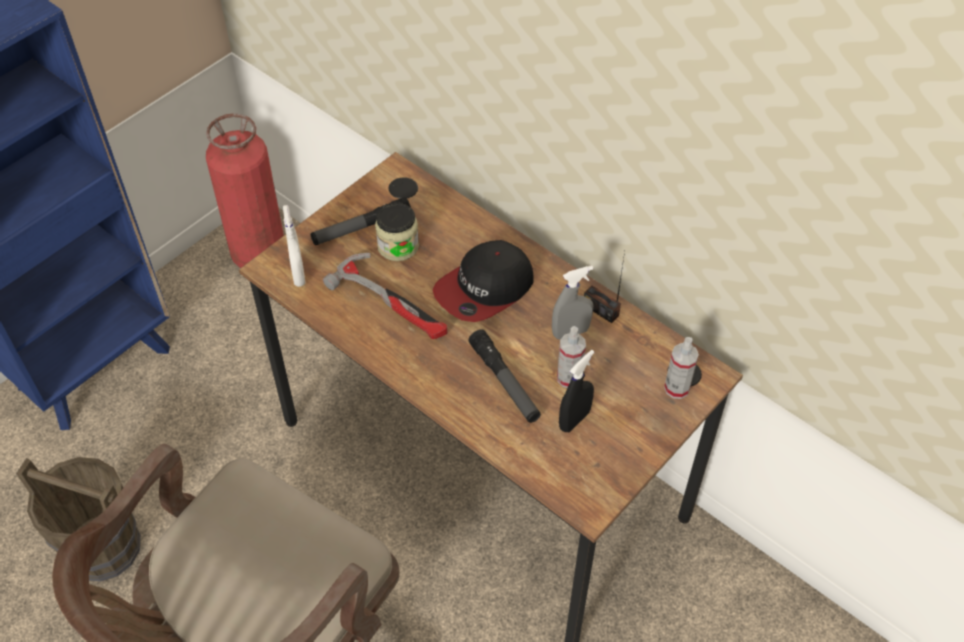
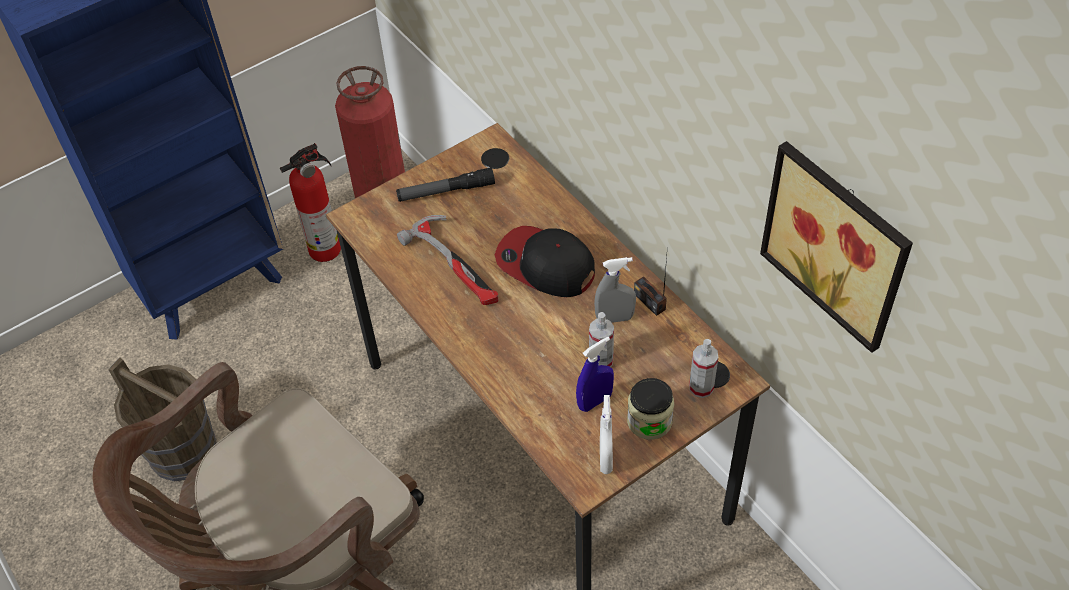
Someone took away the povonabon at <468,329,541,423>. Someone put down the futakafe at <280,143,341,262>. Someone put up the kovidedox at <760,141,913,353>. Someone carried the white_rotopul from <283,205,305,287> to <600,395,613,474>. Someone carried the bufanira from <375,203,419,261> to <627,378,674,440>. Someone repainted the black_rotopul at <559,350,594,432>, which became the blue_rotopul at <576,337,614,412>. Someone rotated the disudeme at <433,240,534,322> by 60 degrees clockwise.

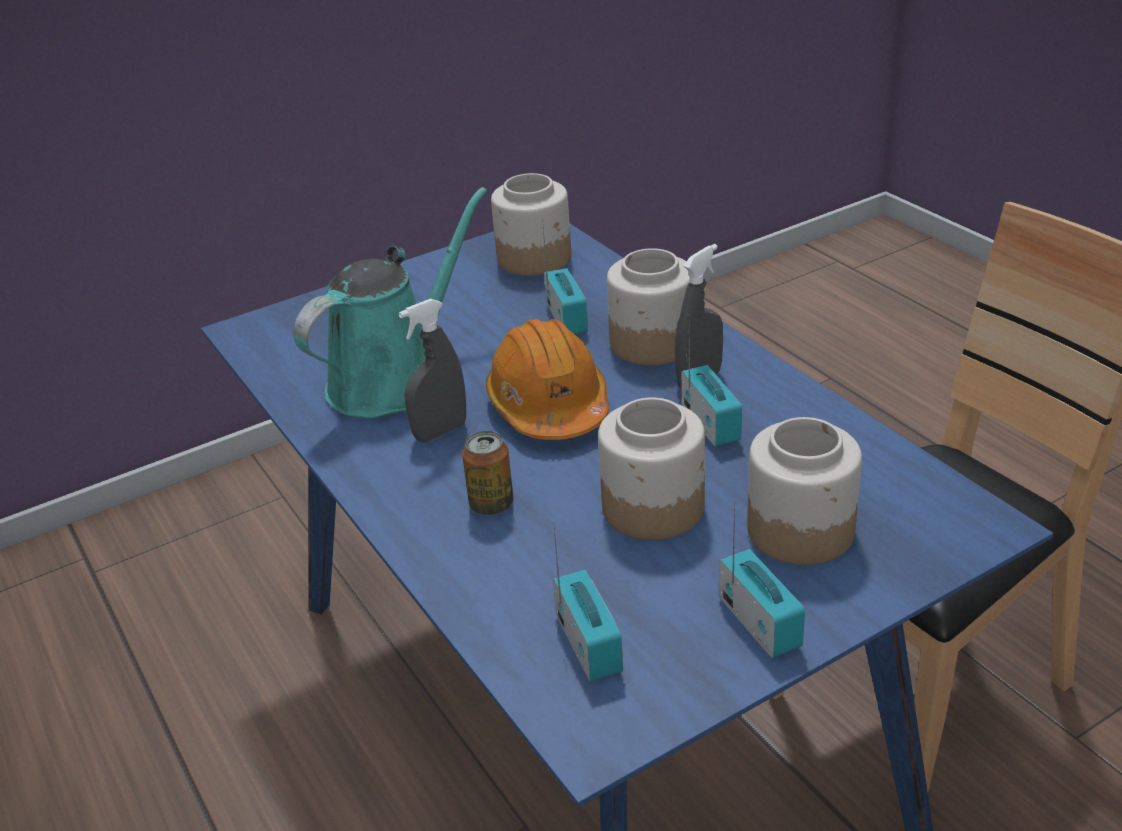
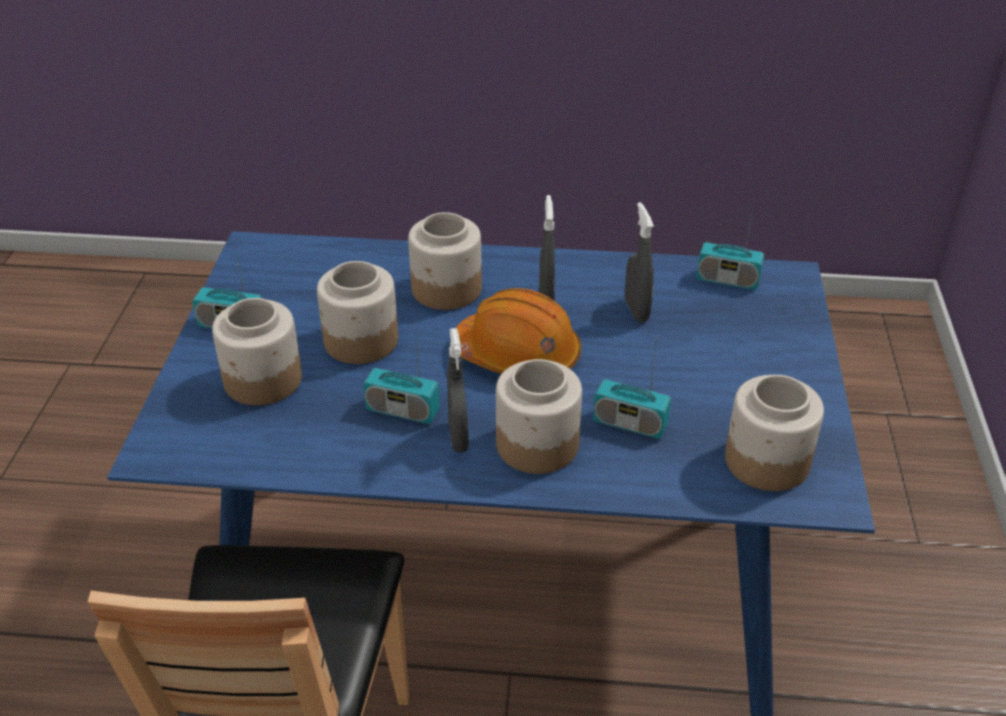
Someone carried the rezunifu from <553,521,623,682> to <696,198,764,290>. Someone swapped the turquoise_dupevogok at <293,187,487,418> for the grey_rotopul at <625,202,654,322>. Someone swapped the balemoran at <462,431,513,515> for the bufanira at <408,212,482,310>.

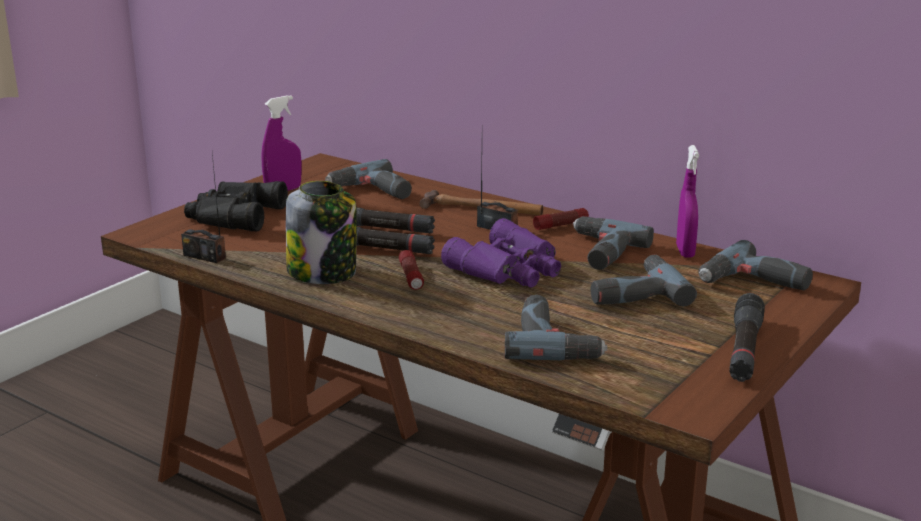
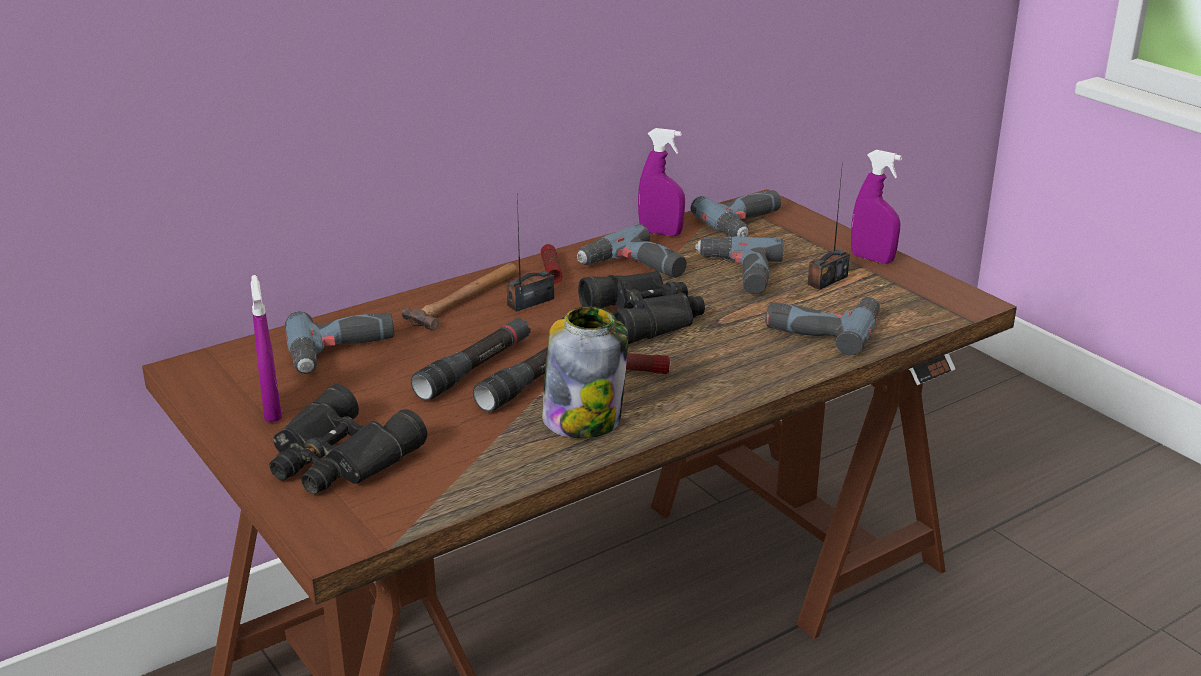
Someone carried the rezunifu from <181,154,226,263> to <808,162,850,290>. Someone swapped the black_povonabon at <729,293,765,382> for the purple_rotopul at <851,150,902,263>. Someone repainted the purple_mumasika at <441,218,561,288>, which became the black_mumasika at <578,271,705,344>.

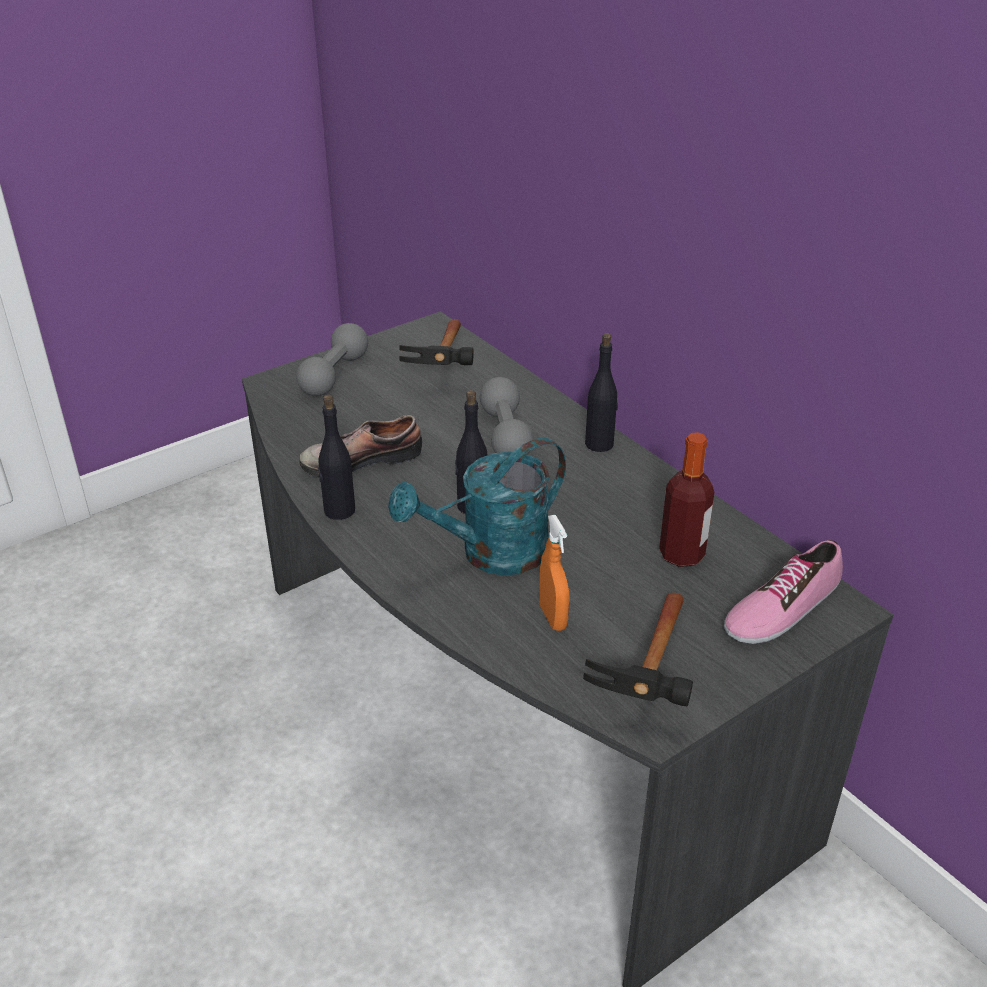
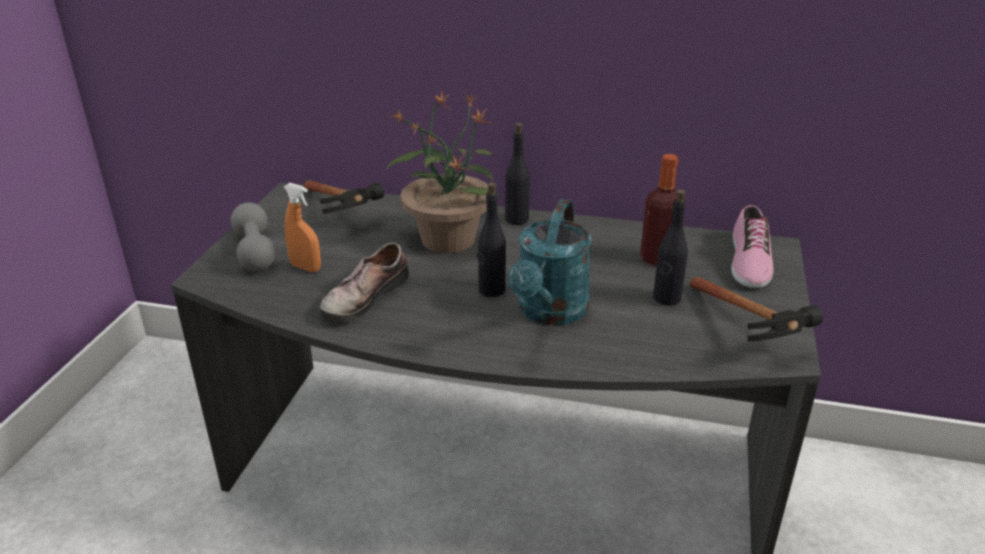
Someone carried the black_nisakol from <318,395,355,520> to <653,189,688,306>. Someone carried the orange_rotopul from <539,515,570,631> to <284,183,321,272>. Someone swapped the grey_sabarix at <480,377,534,454> for the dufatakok at <385,91,501,253>.

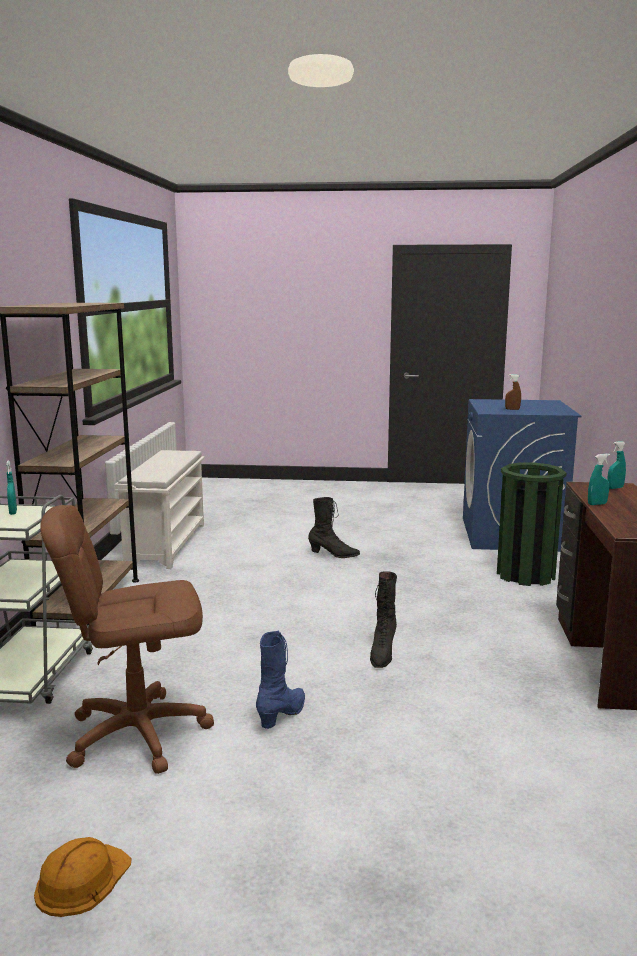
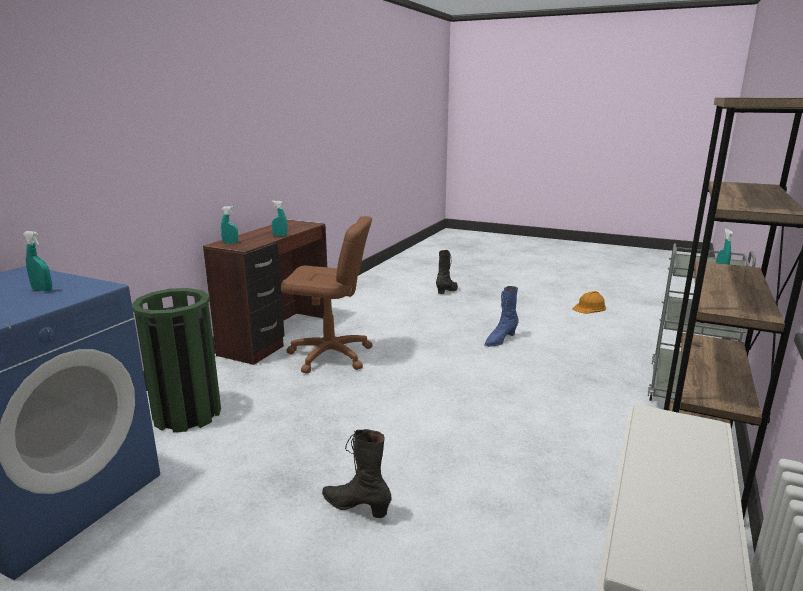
Someone carried the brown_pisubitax from <40,505,214,774> to <281,216,373,374>. Someone carried the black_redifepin from <370,571,397,668> to <436,250,458,294>. Someone repainted the brown_rotopul at <505,374,521,410>, which became the turquoise_rotopul at <23,231,52,291>.

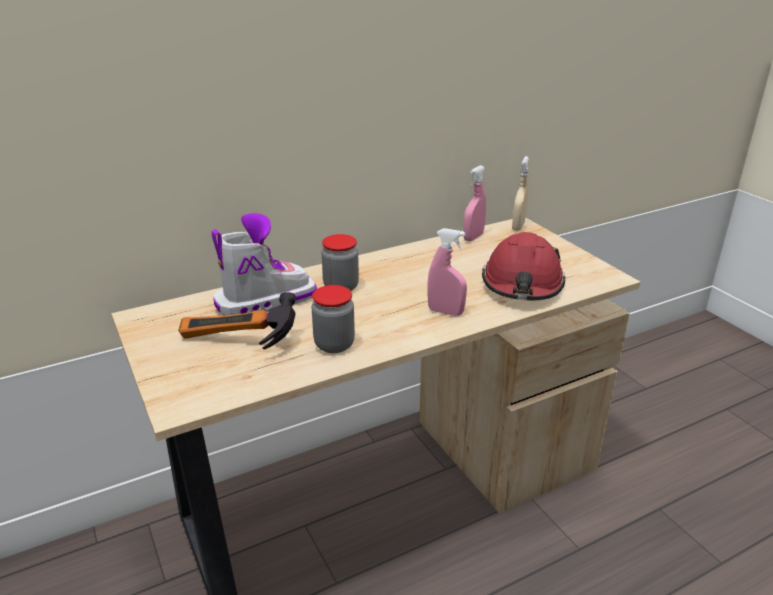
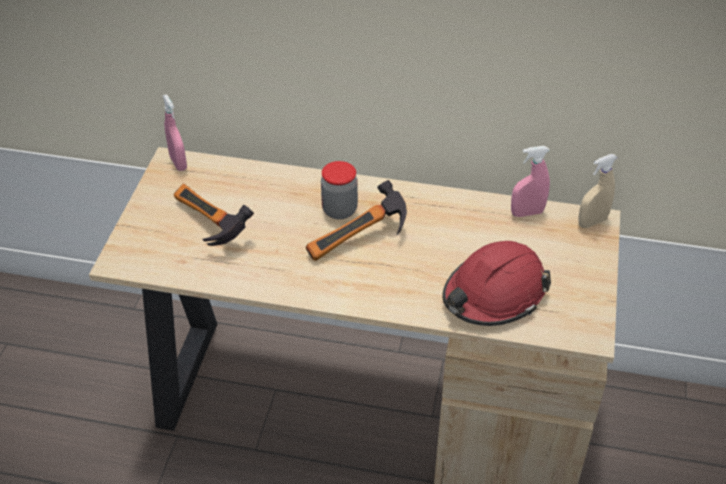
Someone took away the redifepin at <212,213,317,316>. Someone took away the bufanira at <311,285,355,353>. Someone put down the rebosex at <306,180,407,261>. Someone carried the pink_rotopul from <427,228,467,316> to <163,94,187,171>.

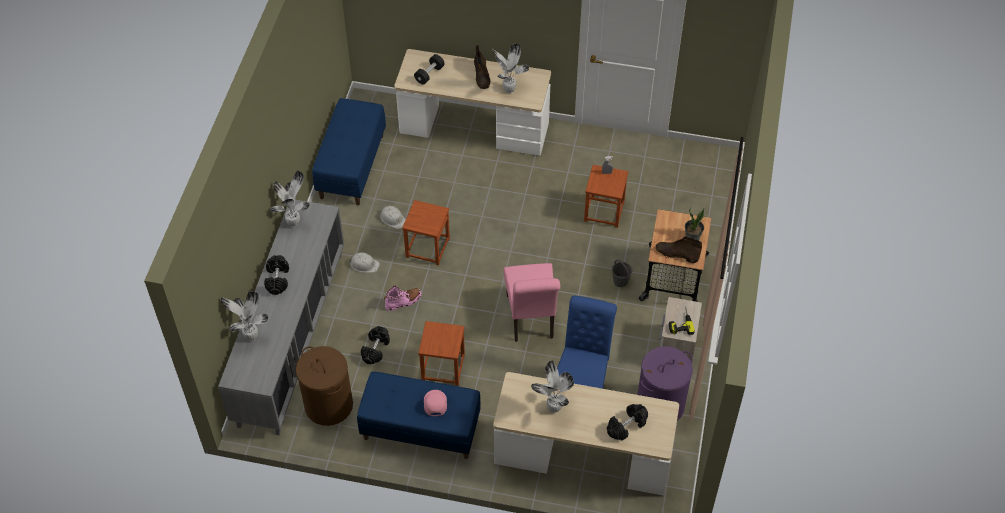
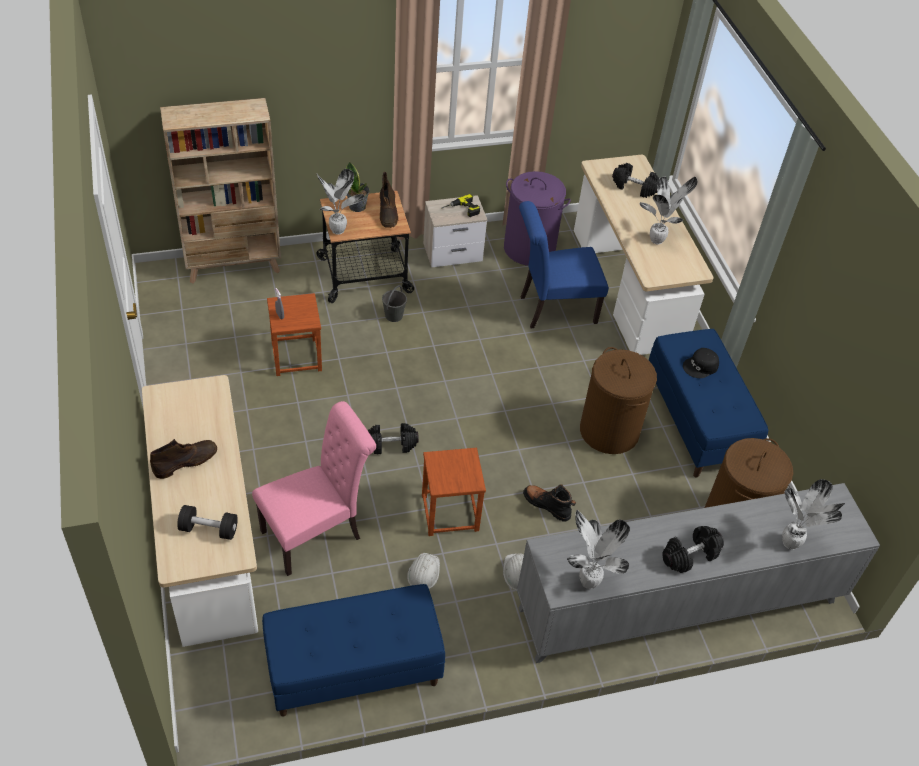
Someone put down the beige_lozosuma at <160,98,281,284>. Someone carried the black_sabarix from <361,326,390,364> to <368,423,419,454>. Someone carried the dufatakok from <492,43,529,93> to <317,169,364,235>. Someone carried the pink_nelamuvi from <504,263,560,342> to <252,401,376,576>. Someone swapped the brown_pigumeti at <418,321,465,386> for the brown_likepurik at <580,347,657,454>. Someone repainted the pink_redifepin at <383,285,422,311>, which became the black_redifepin at <523,484,576,521>. Someone repainted the pink_disudeme at <424,390,447,416>, which became the black_disudeme at <683,348,719,378>.

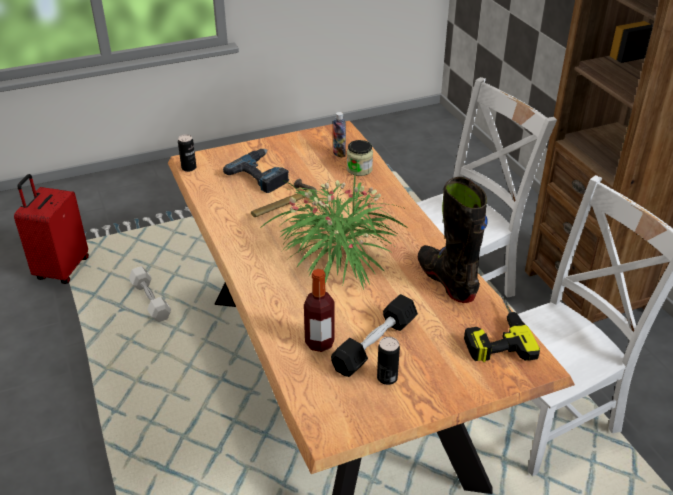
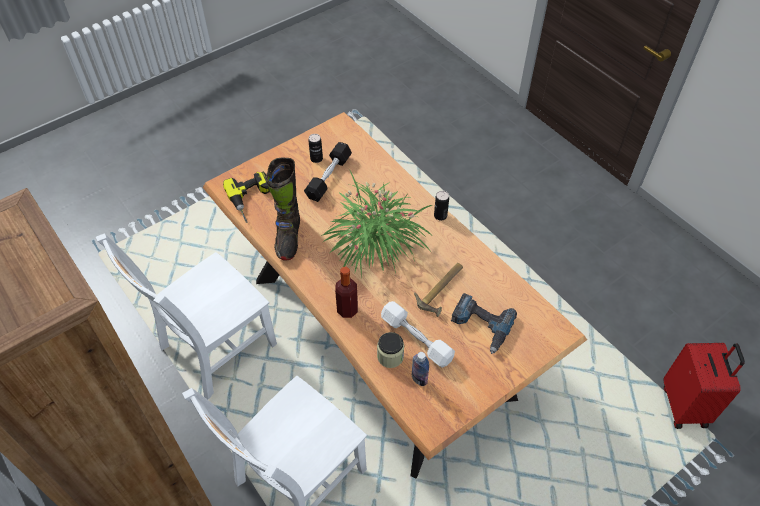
Someone carried the white_sabarix from <129,266,171,322> to <381,301,455,367>. Someone carried the balemoran from <178,134,196,172> to <434,191,449,220>. Someone carried the nisakol from <304,269,334,352> to <335,267,358,318>. Someone rotated the black_redifepin at <418,177,488,303> by 45 degrees clockwise.

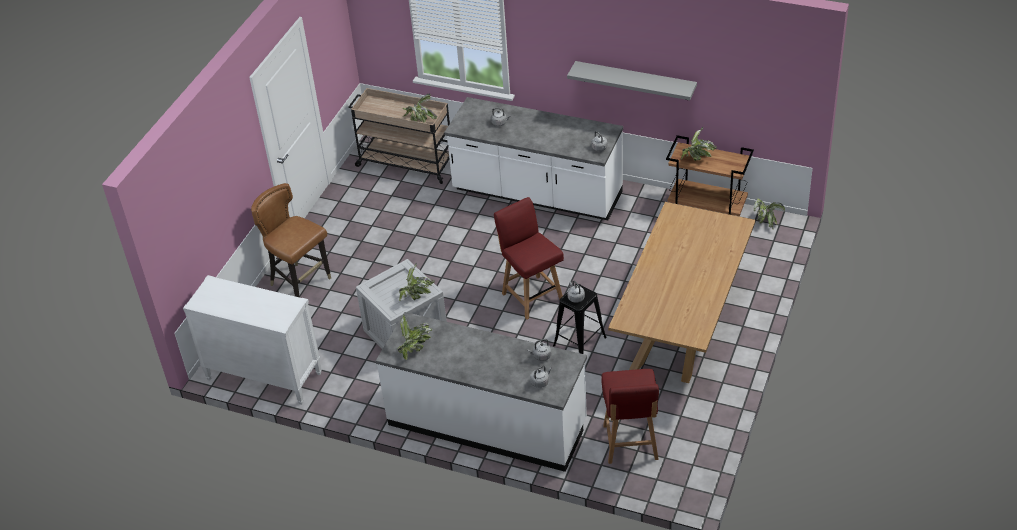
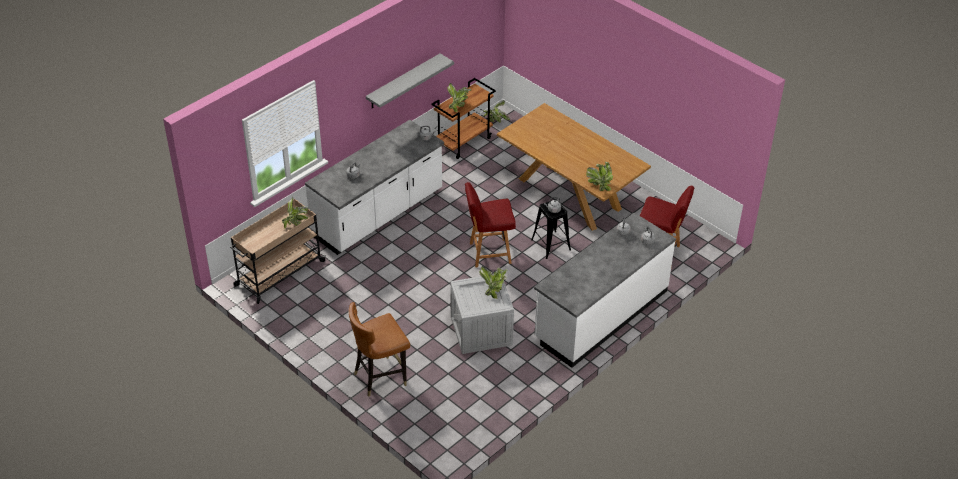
Someone took away the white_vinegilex at <183,275,322,405>. Someone carried the dufatakok from <398,315,432,360> to <586,162,613,191>.

